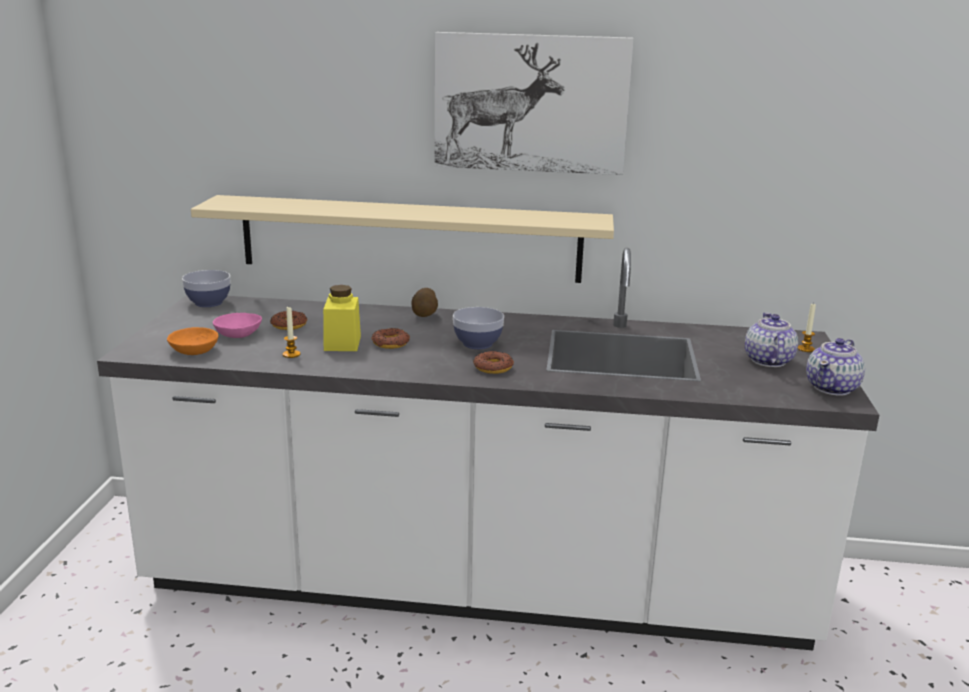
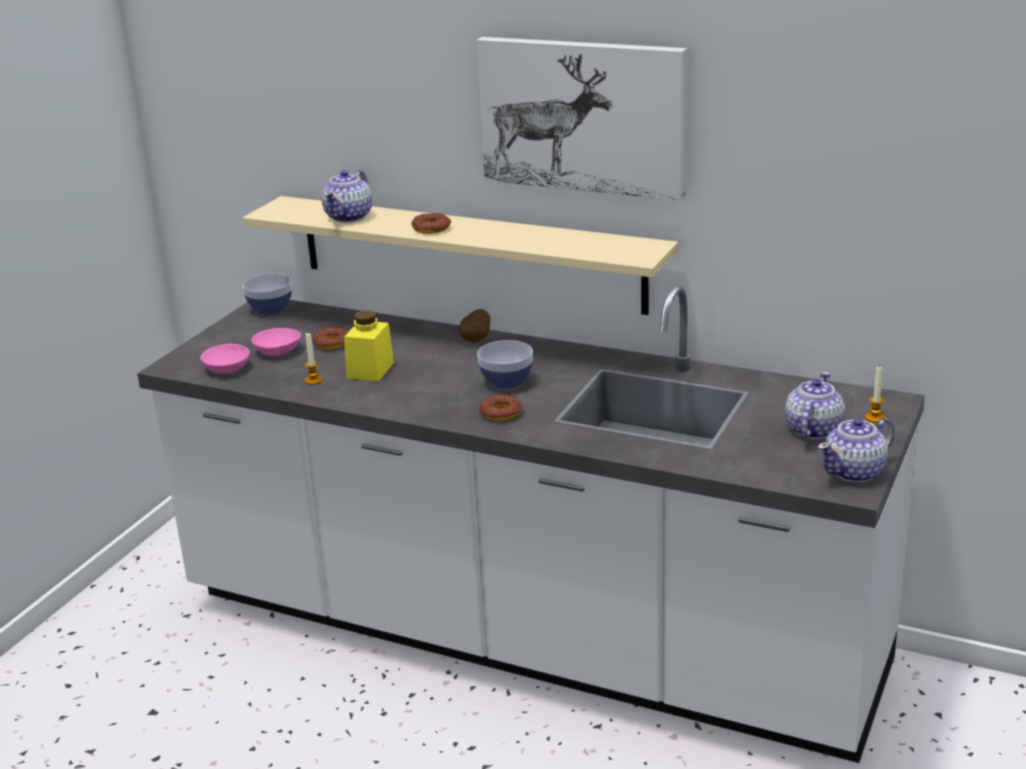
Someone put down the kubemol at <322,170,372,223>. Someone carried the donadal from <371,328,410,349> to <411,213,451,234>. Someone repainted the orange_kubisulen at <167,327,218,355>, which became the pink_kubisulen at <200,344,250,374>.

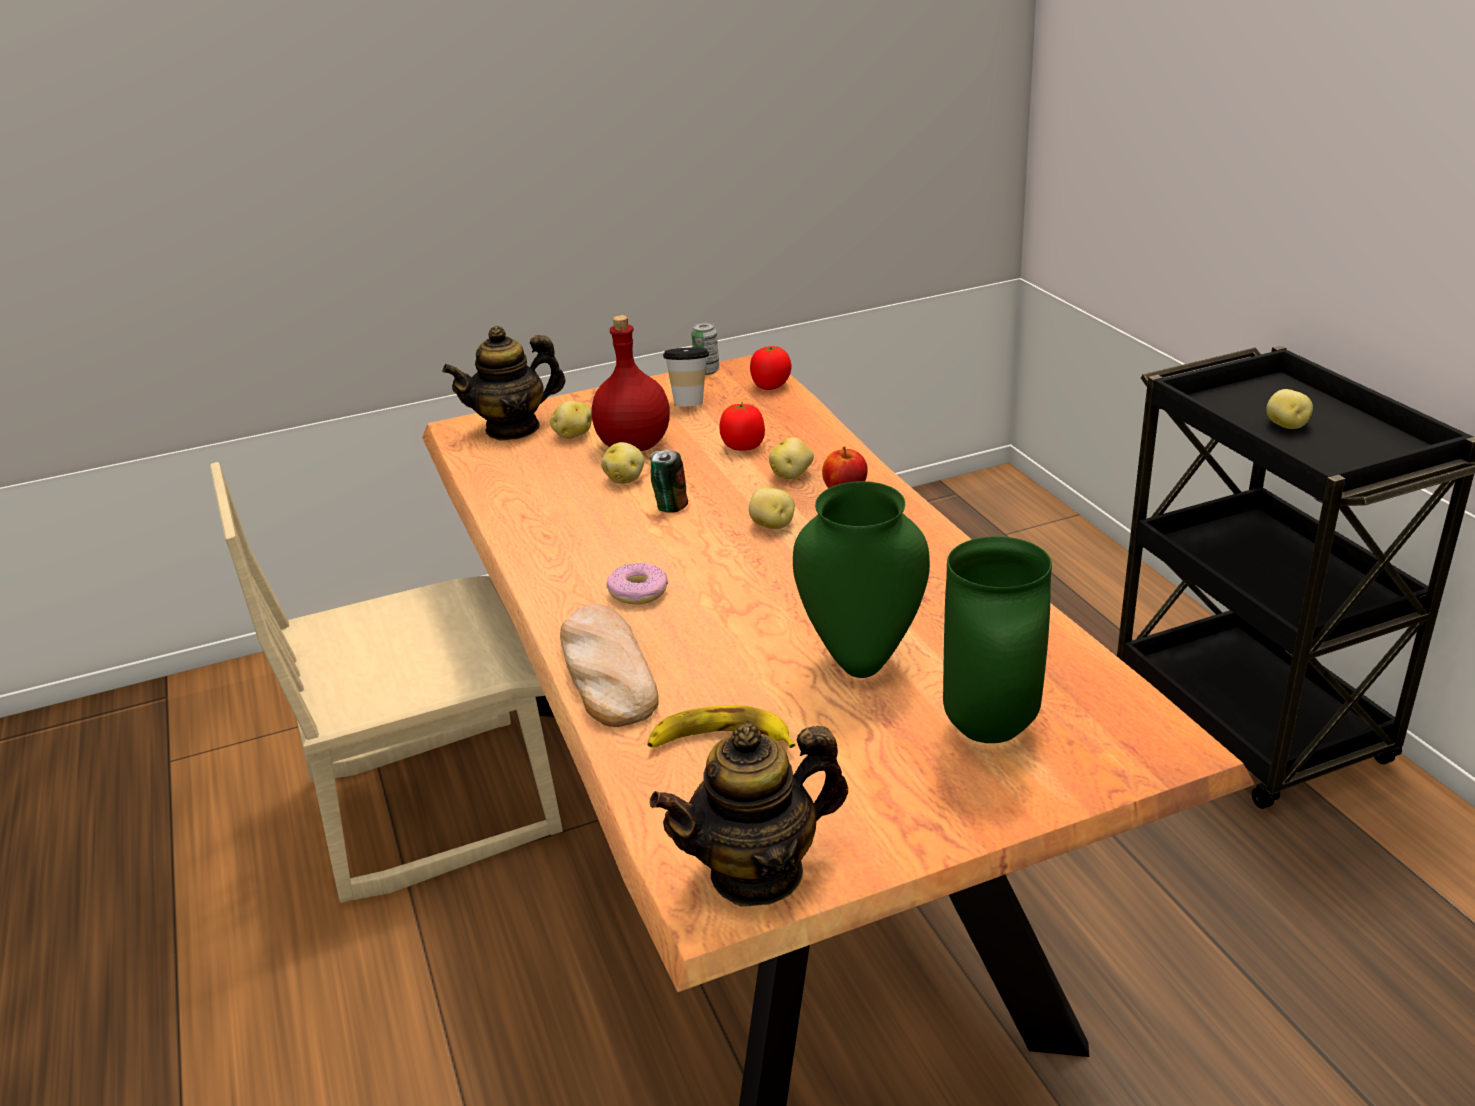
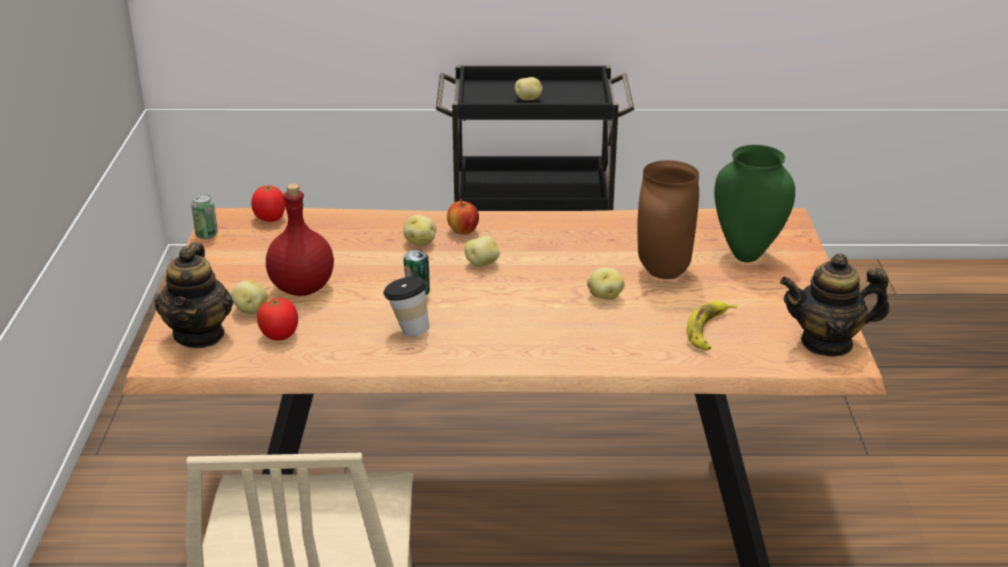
Someone took away the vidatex at <560,604,659,727>. Someone took away the donadal at <606,563,668,604>. Someone carried the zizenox from <601,442,644,484> to <587,267,625,300>. Someone carried the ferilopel from <663,348,709,406> to <383,276,430,337>. Someone carried the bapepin from <719,401,765,451> to <257,296,298,340>. Someone repainted the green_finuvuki at <793,481,930,678>, which became the brown_finuvuki at <637,160,699,279>. Someone rotated the kubemol at <650,723,848,906> by 90 degrees clockwise.

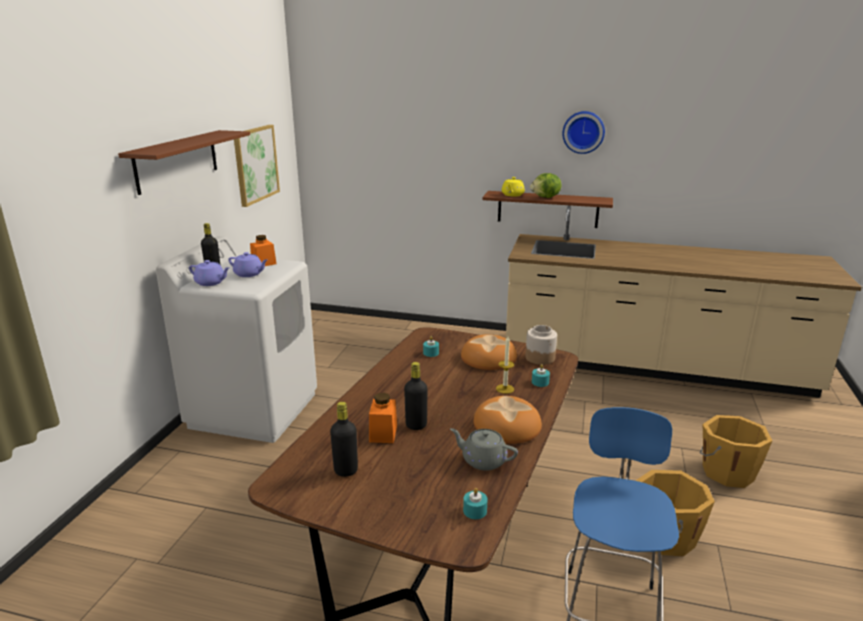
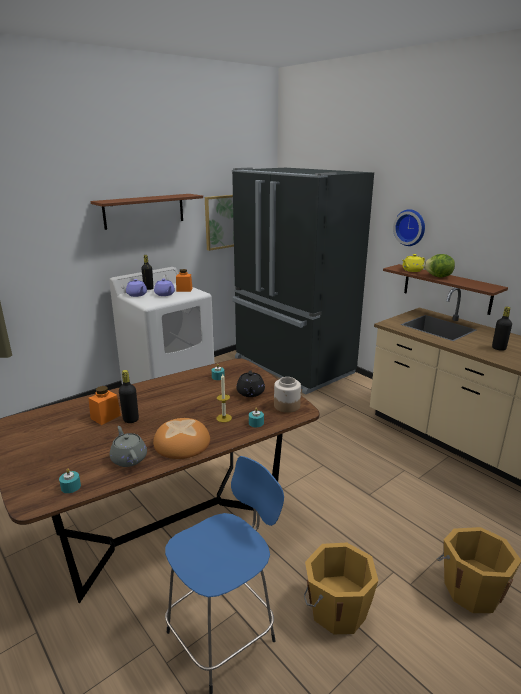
Someone put down the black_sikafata at <232,168,374,394>. Someone carried the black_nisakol from <330,402,358,477> to <492,307,512,351>. Someone carried the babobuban from <562,111,605,154> to <393,209,425,246>. Someone swapped the vidatex at <461,334,517,370> for the black_kubemol at <236,370,265,397>.

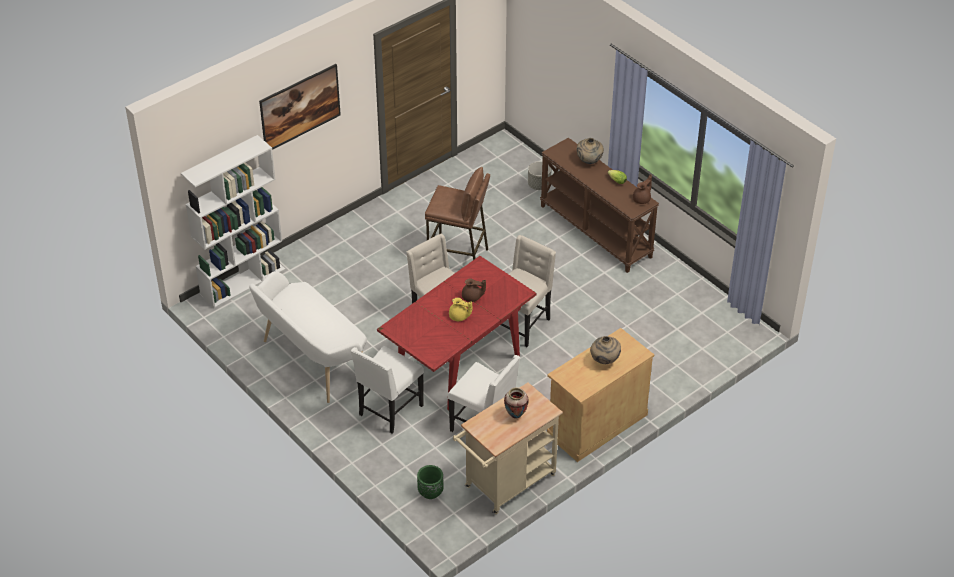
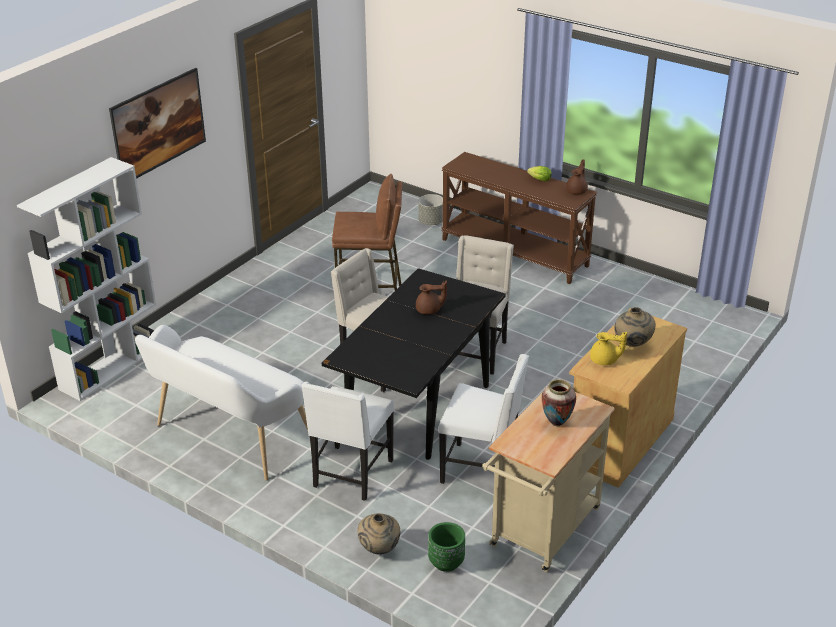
Someone carried the yellow_kubemol from <449,297,472,321> to <590,332,627,365>. Someone carried the beige_finuvuki from <577,138,604,164> to <357,513,400,555>. Someone repainted the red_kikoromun at <377,256,537,410>, which became the black_kikoromun at <322,268,506,460>.

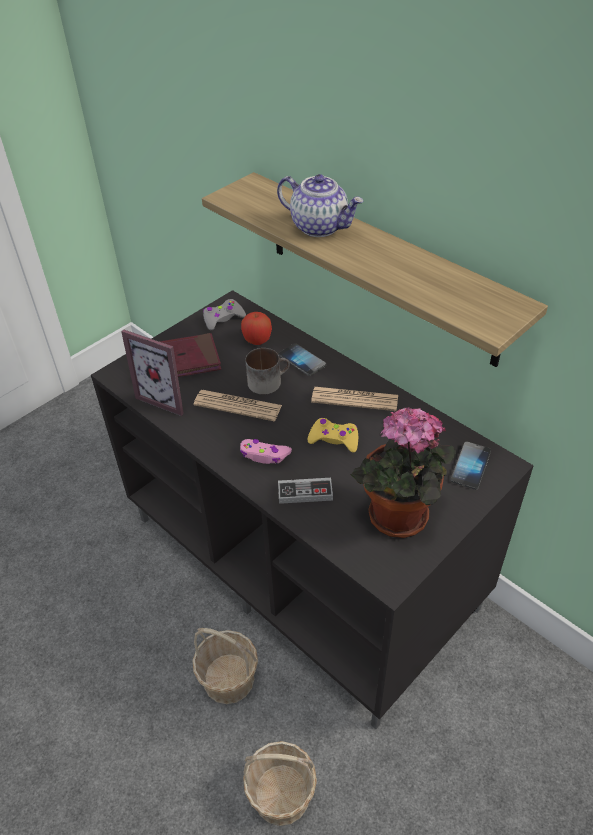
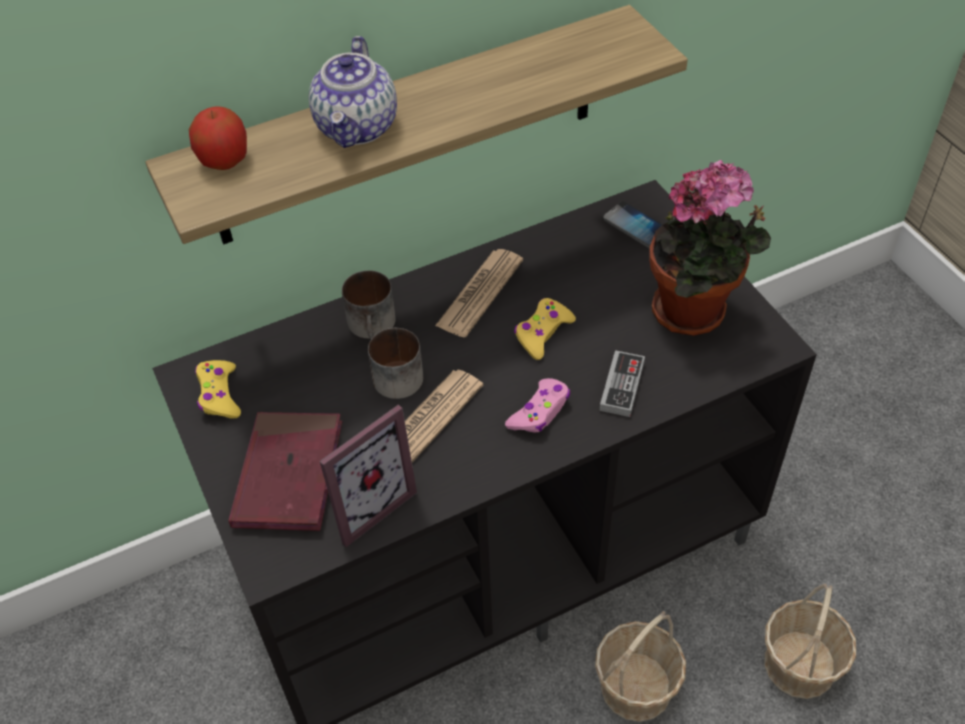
Someone carried the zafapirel from <241,312,272,345> to <189,107,247,170>. Someone swapped the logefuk at <279,343,326,376> for the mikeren at <342,270,396,339>. Someone repainted the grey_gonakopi at <203,299,246,330>, which became the yellow_gonakopi at <195,360,241,418>. Someone rotated the kubemol at <277,174,364,237> by 135 degrees clockwise.

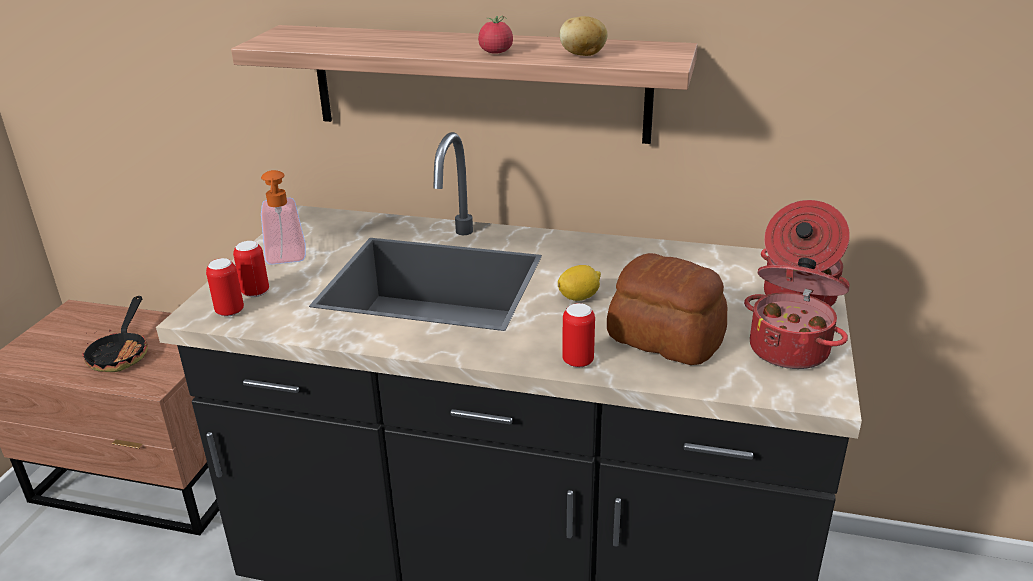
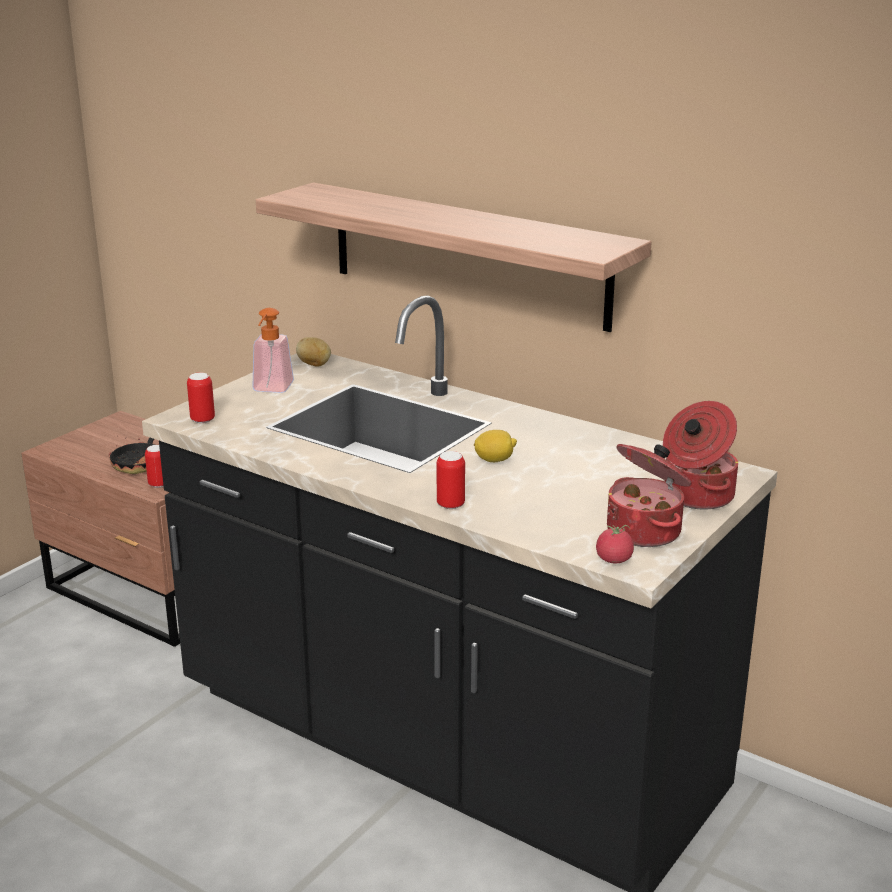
Someone took away the vidatex at <607,253,727,365>. Someone carried the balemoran from <233,241,269,297> to <145,445,164,488>. Someone carried the bapepin from <478,16,513,54> to <596,525,634,563>. Someone carried the zizenox from <559,16,608,56> to <296,337,331,367>.

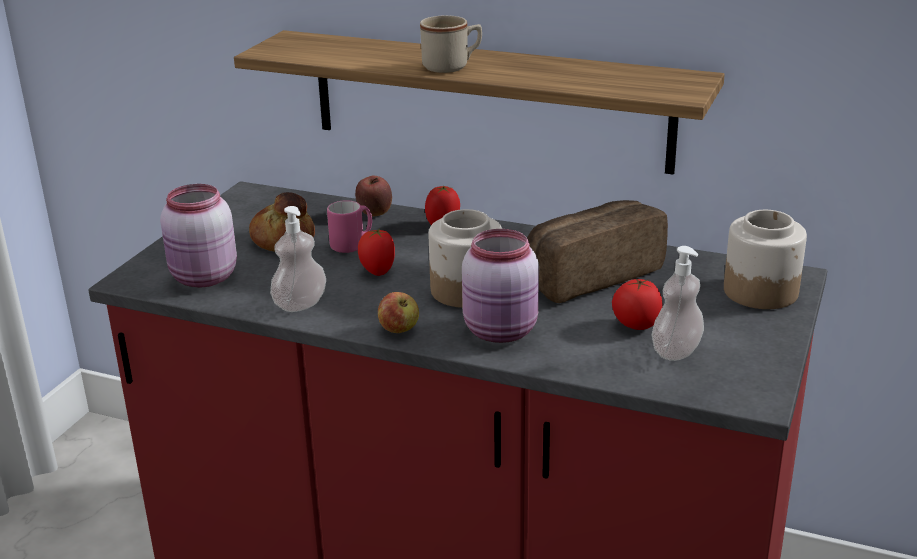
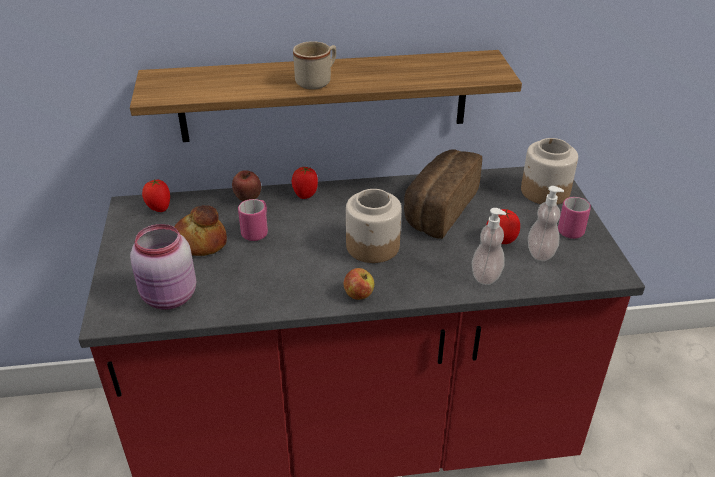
Someone took away the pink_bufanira at <462,229,539,343>. Someone put down the pink_mikeren at <558,197,591,239>. Someone carried the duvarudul from <270,206,326,312> to <472,208,506,285>. Someone carried the bapepin from <358,229,395,276> to <142,179,170,212>.

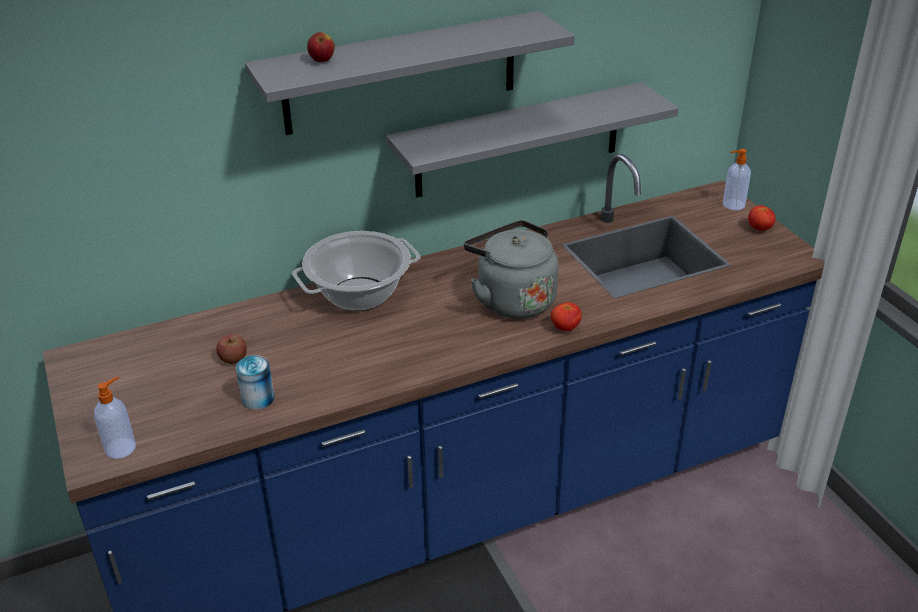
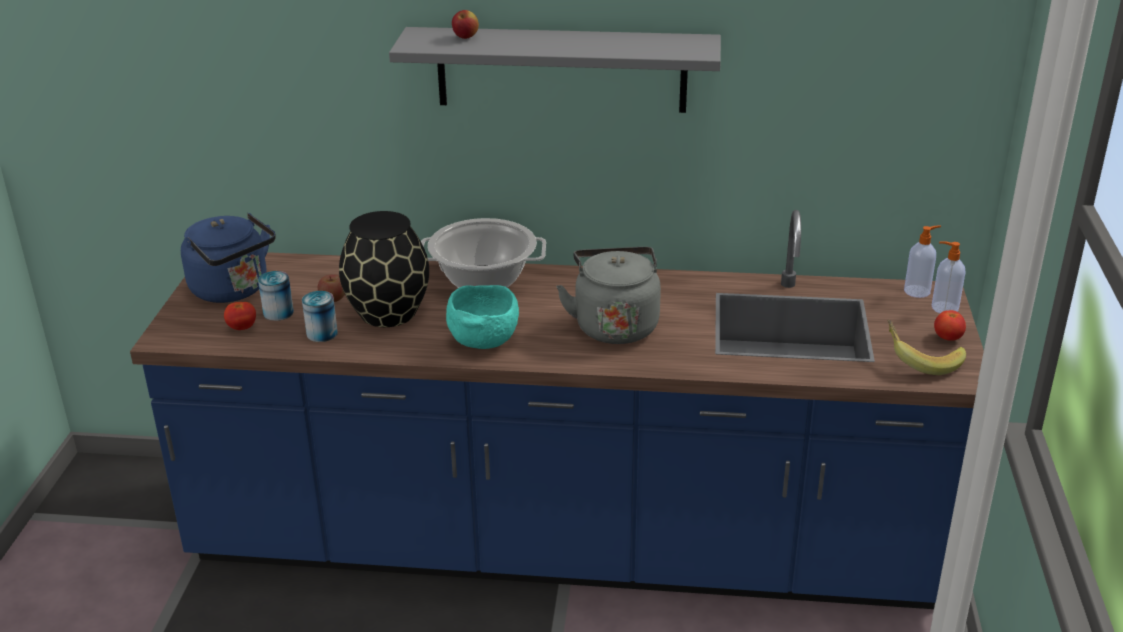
Someone took away the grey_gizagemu at <386,82,679,197>. Someone put down the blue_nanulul at <181,213,276,303>. Someone put down the balemoran at <258,271,294,321>. Someone put down the black_finuvuki at <339,211,429,327>. Someone put down the turquoise_kubisulen at <446,285,519,349>. Someone put down the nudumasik at <887,320,966,375>. Someone carried the duvarudul from <94,376,136,459> to <904,226,941,298>. Someone carried the bapepin from <551,302,582,331> to <224,302,256,330>.

